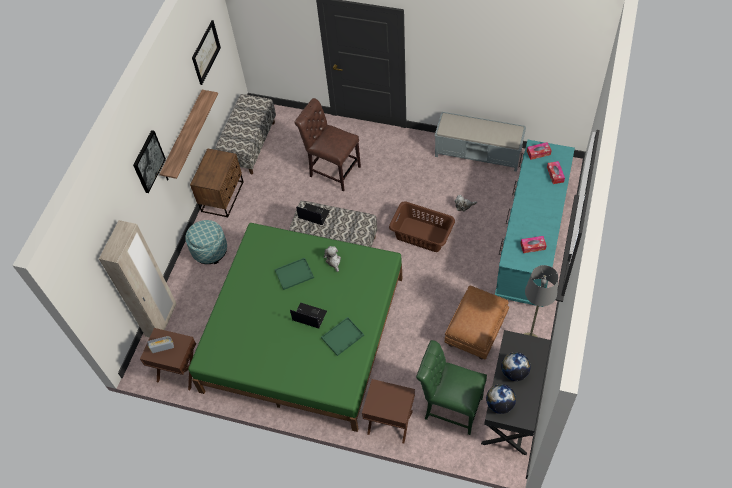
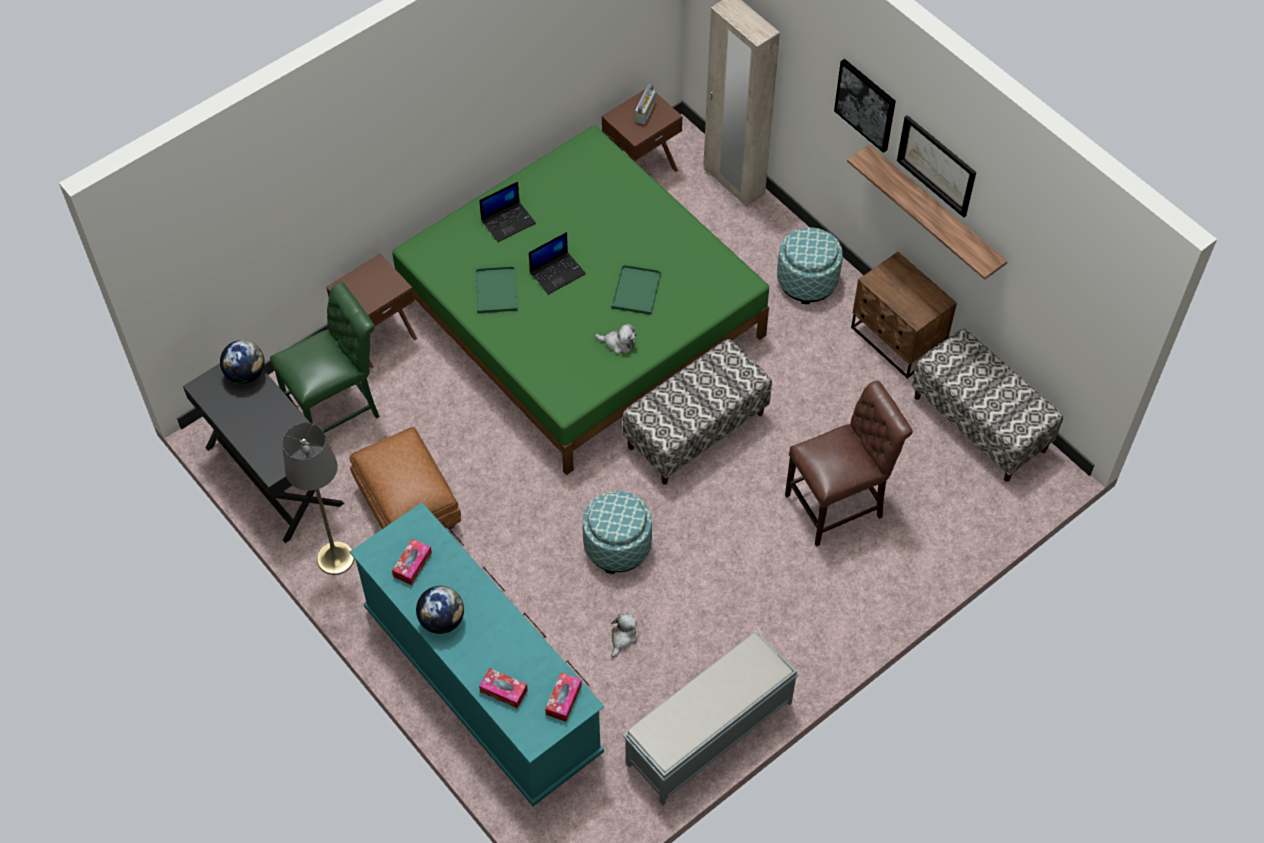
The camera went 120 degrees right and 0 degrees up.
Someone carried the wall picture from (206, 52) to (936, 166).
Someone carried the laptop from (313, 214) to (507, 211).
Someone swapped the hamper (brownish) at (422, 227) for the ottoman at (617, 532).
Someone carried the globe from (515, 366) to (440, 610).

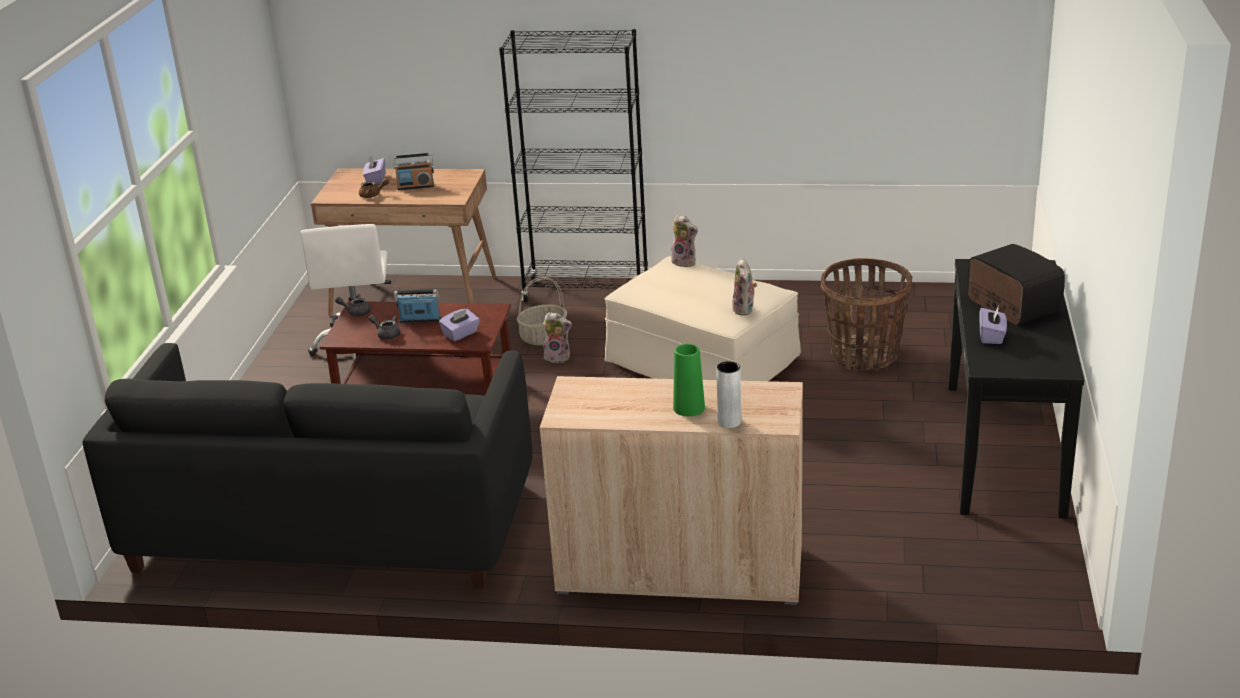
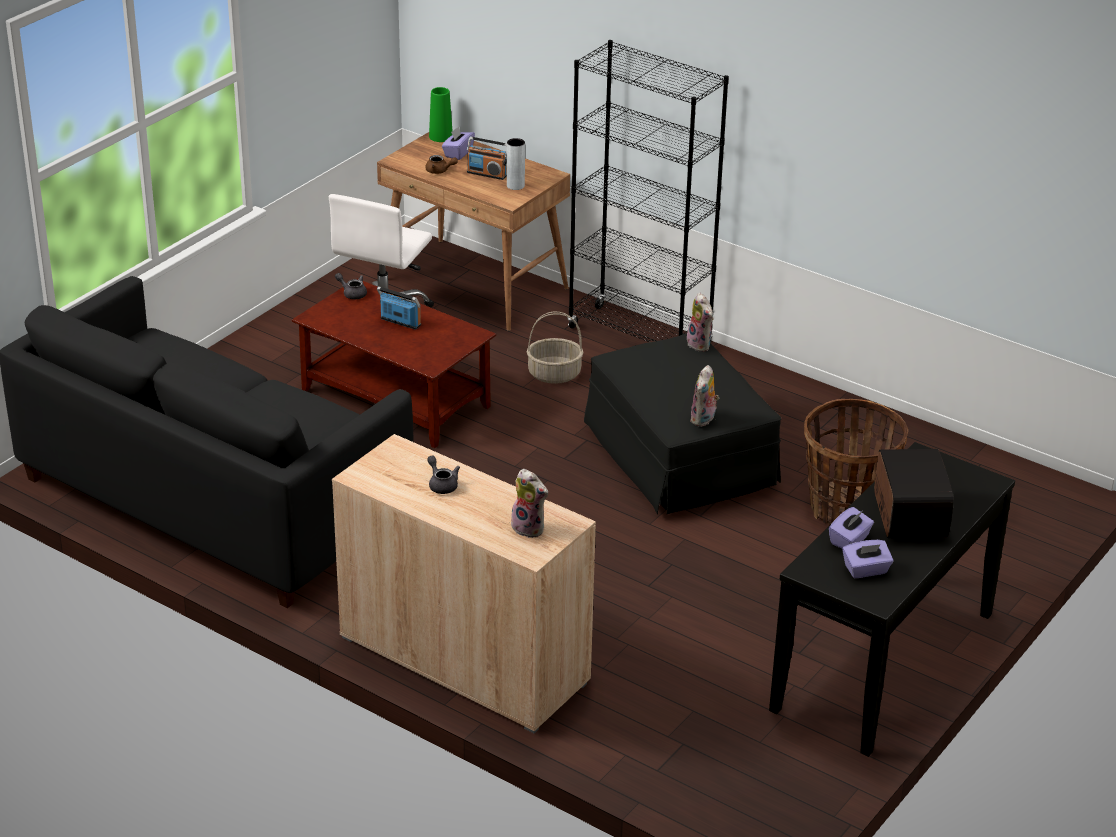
The camera went 25 degrees right and 5 degrees up.
Someone carried the pot for tea (grey) from (384, 327) to (443, 474).
Someone carried the tissue box (purplish) from (459, 325) to (867, 559).
Someone carried the soft toy from (557, 337) to (530, 503).
Someone repainted the ottoman (beige) at (703, 318), which became the ottoman (black) at (682, 424).
Someone carried the decorative vase (greenish) from (689, 380) to (441, 114).
Someone carried the decorative vase (grey) from (728, 394) to (516, 164).

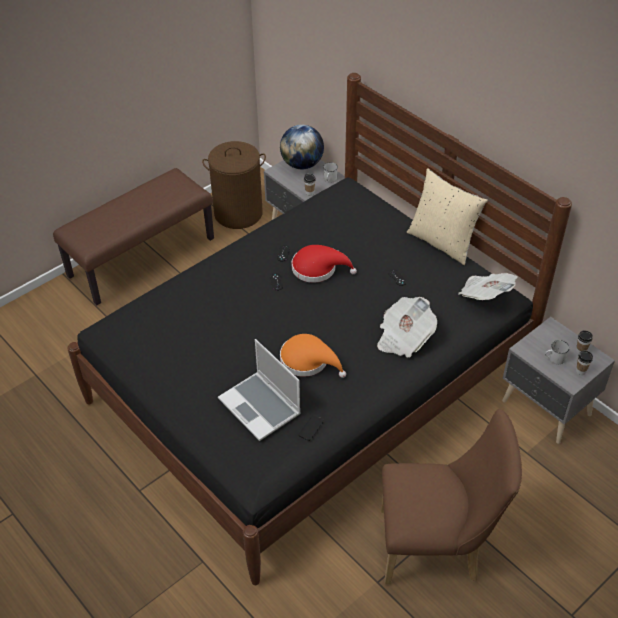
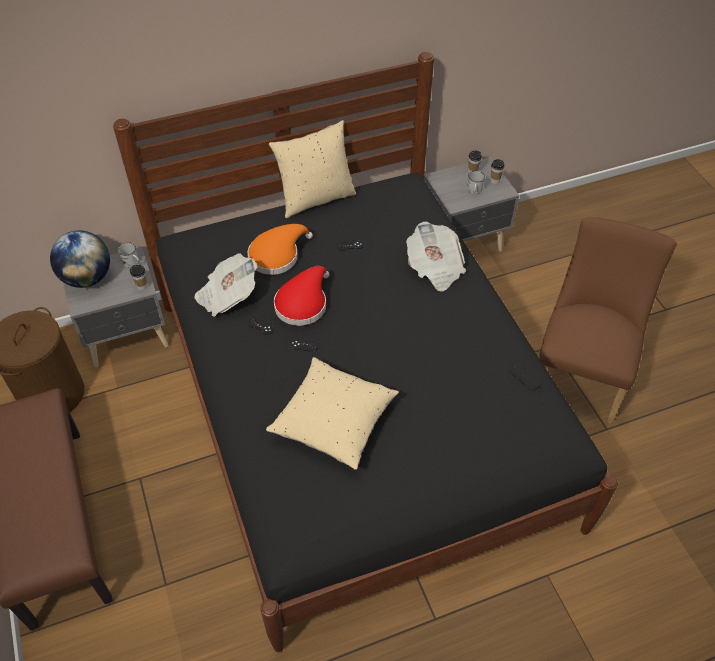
The camera went 70 degrees left and 5 degrees up.
Someone took away the laptop at (259, 390).
Someone carried the wearable hat (orangey) from (313, 356) to (280, 249).
Someone carried the daily paper from (488, 286) to (226, 285).
Someone put down the cushion (beige) at (332, 413).

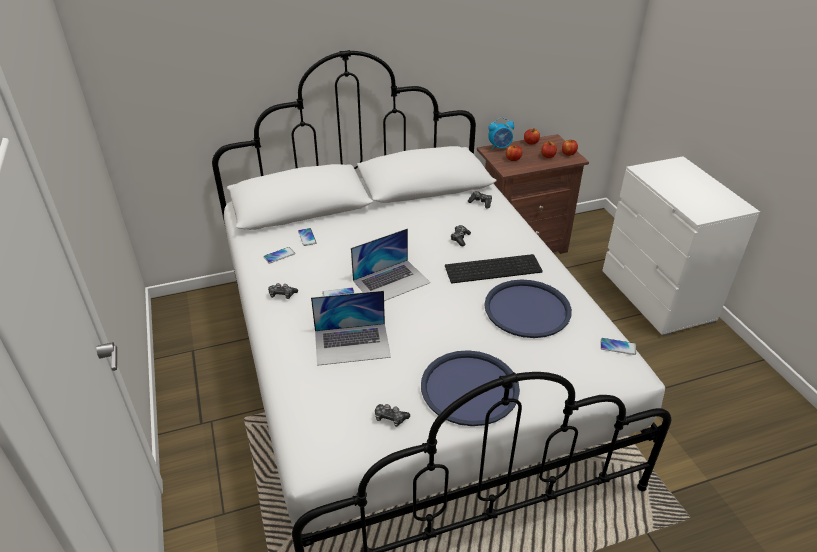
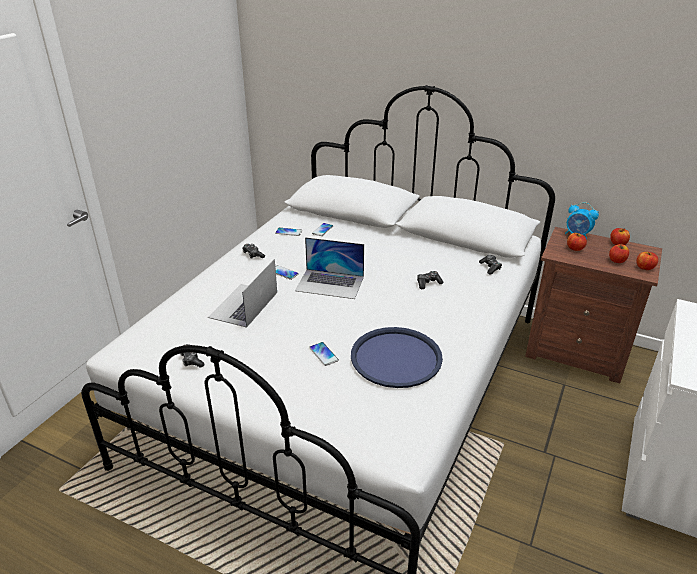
The camera went 45 degrees right and 5 degrees down.
Someone rotated the laptop at (351, 328) by 75 degrees clockwise.
Someone took away the tray (blue-coloured) at (470, 388).
Someone took away the keyboard at (494, 268).
Someone carried the telephone from (618, 346) to (324, 354).

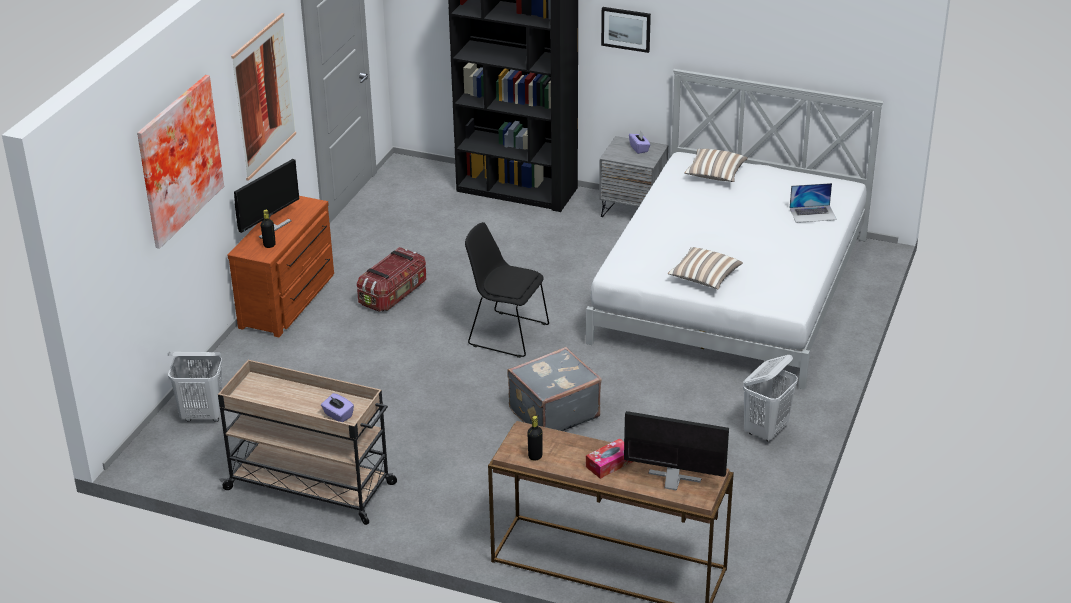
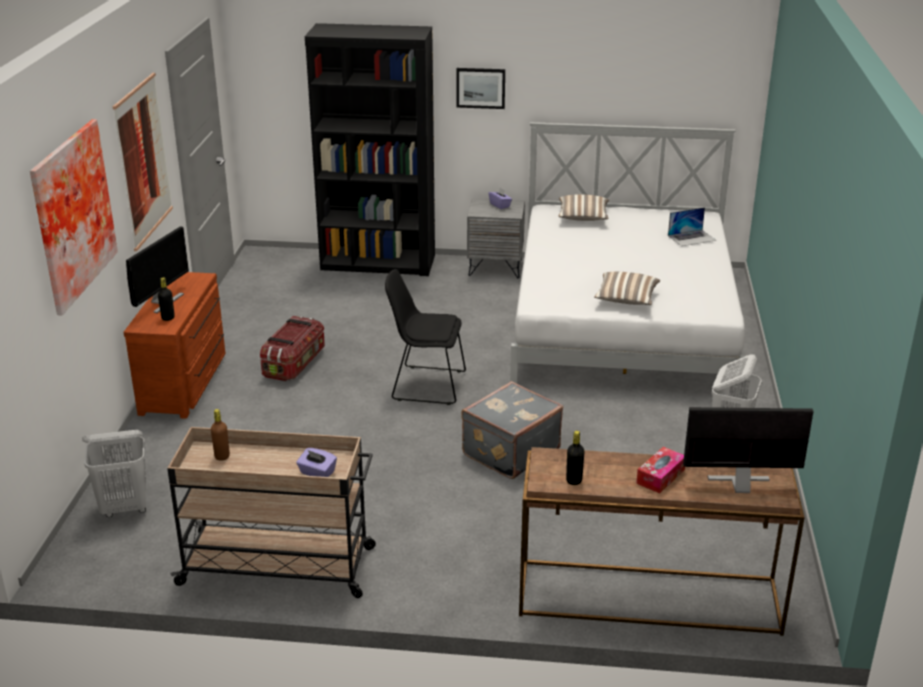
The camera went 15 degrees left and 5 degrees down.
Someone put down the drink bottle (brownish) at (220, 435).

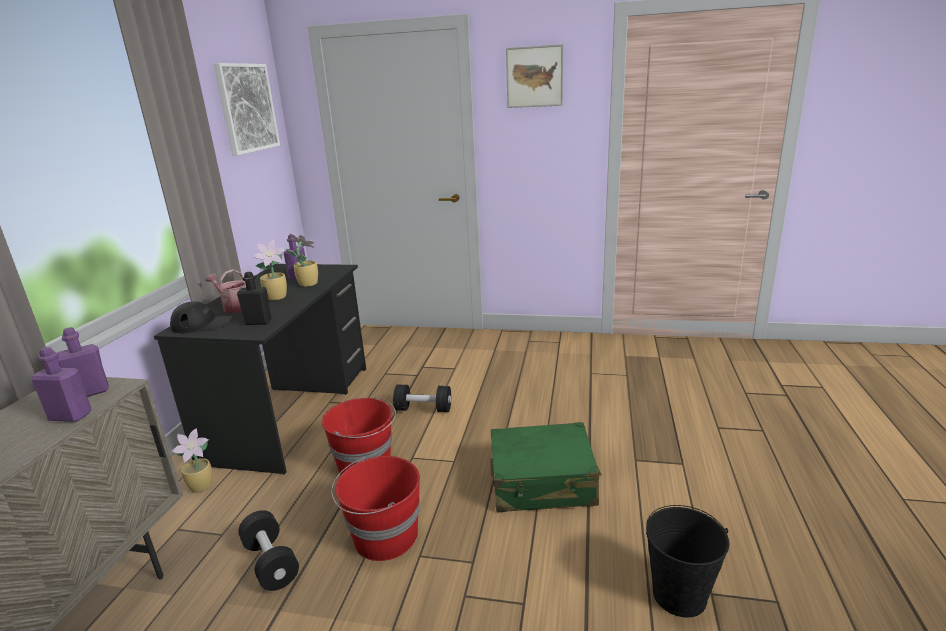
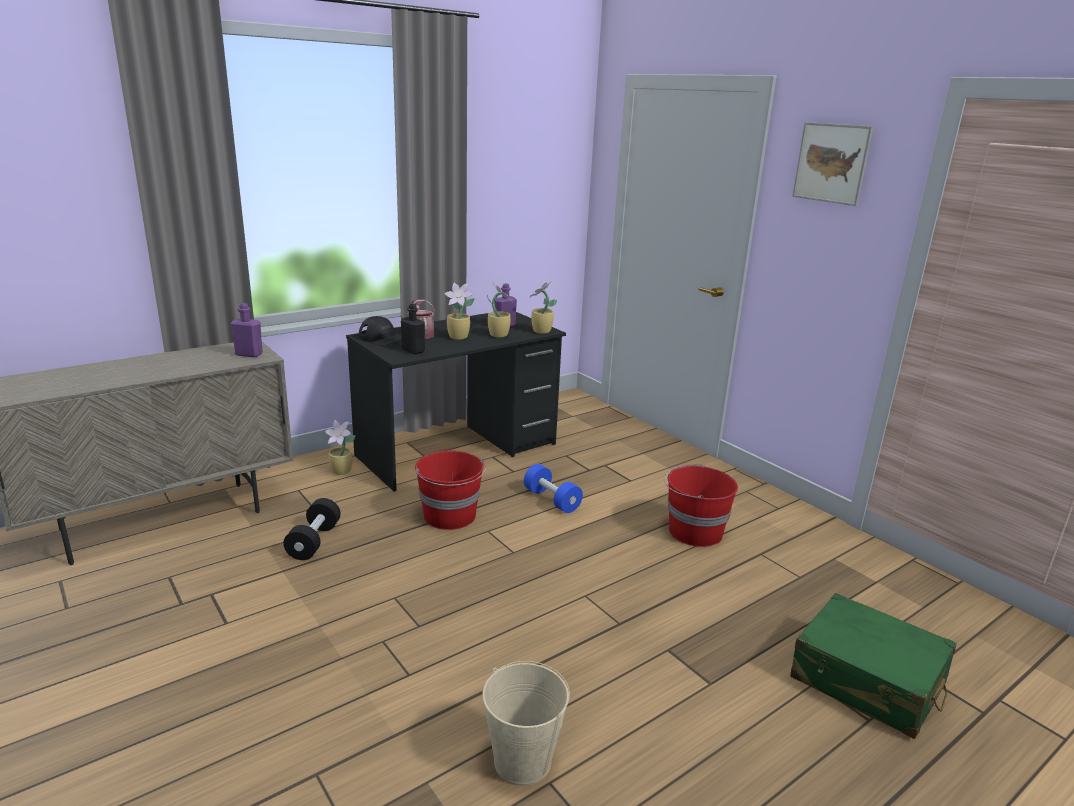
The camera went 40 degrees right and 0 degrees up.
Someone took away the drink bottle (purplish) at (61, 384).
Someone took away the wall picture at (246, 109).
Someone carried the pail (red) from (375, 508) to (701, 505).
Someone repainted the dumbbell (black) at (422, 398), which became the dumbbell (blue-coloured) at (553, 488).
Someone carried the travel case (greenish) from (546, 467) to (873, 666).
Someone repainted the pail (black) at (687, 561), which became the pail (beige) at (526, 723).
Someone put down the potted plant at (543, 306).

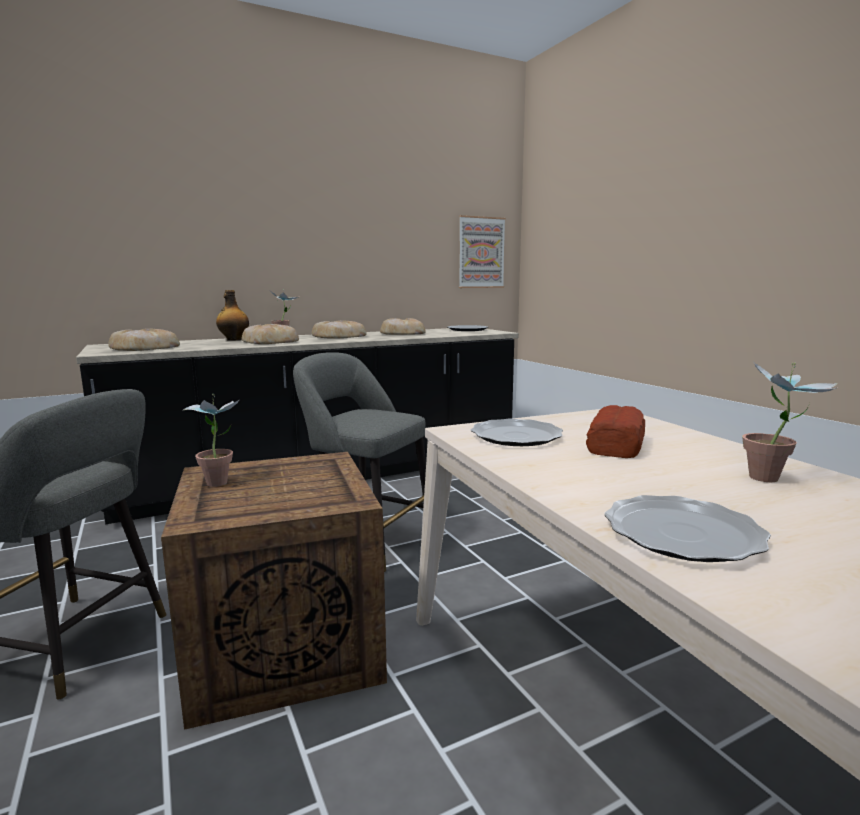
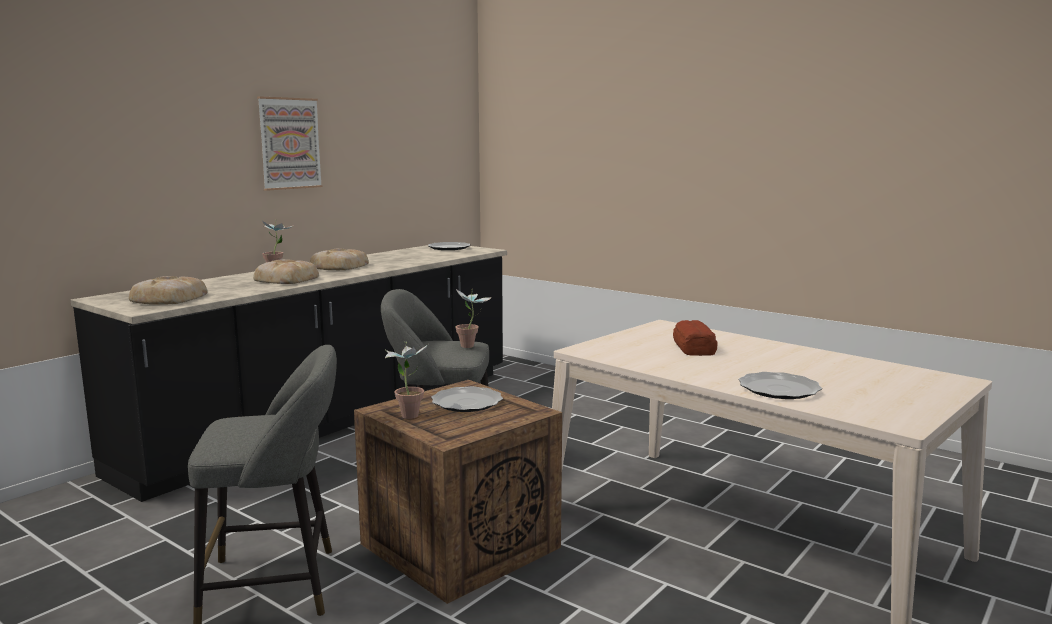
The camera went 25 degrees left and 0 degrees up.
Someone took away the drink bottle at (232, 315).
Someone took away the baked bread at (403, 326).
Someone carried the wall picture from (482, 251) to (290, 143).
Someone carried the flat dish from (517, 432) to (467, 399).
Someone carried the potted plant from (790, 421) to (473, 318).

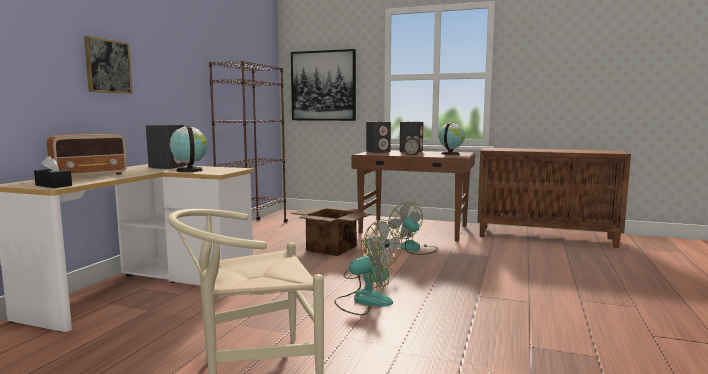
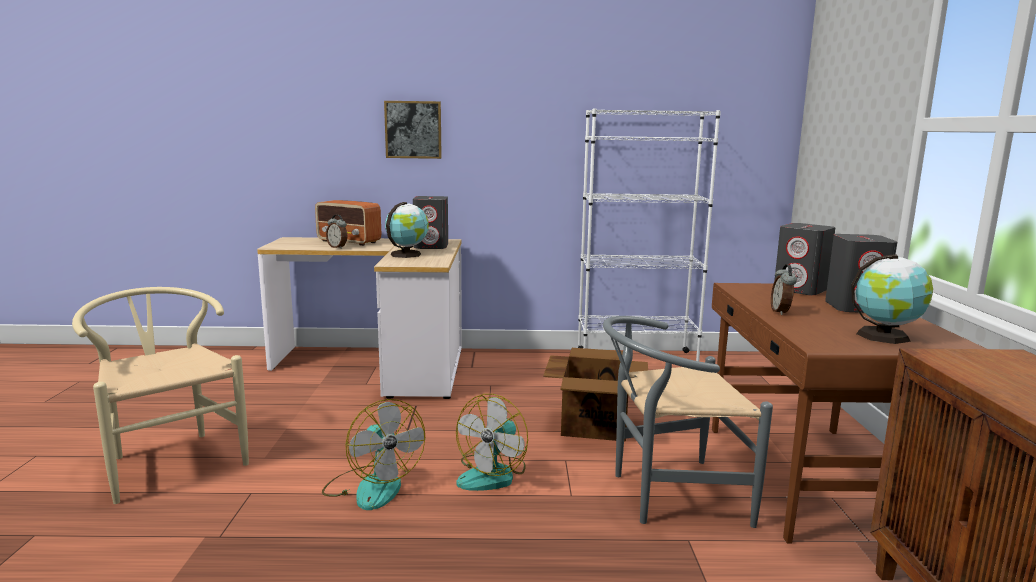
The camera went 70 degrees right and 5 degrees up.
Someone took away the tissue box (black) at (53, 172).
Someone repainted the shelving unit (brownish) at (248, 141), which became the shelving unit (whitish) at (649, 234).
Someone took away the wall picture at (323, 85).
Someone swapped the cooling fan at (413, 228) for the upright chair (grey) at (688, 422).
Someone put down the alarm clock at (337, 231).

